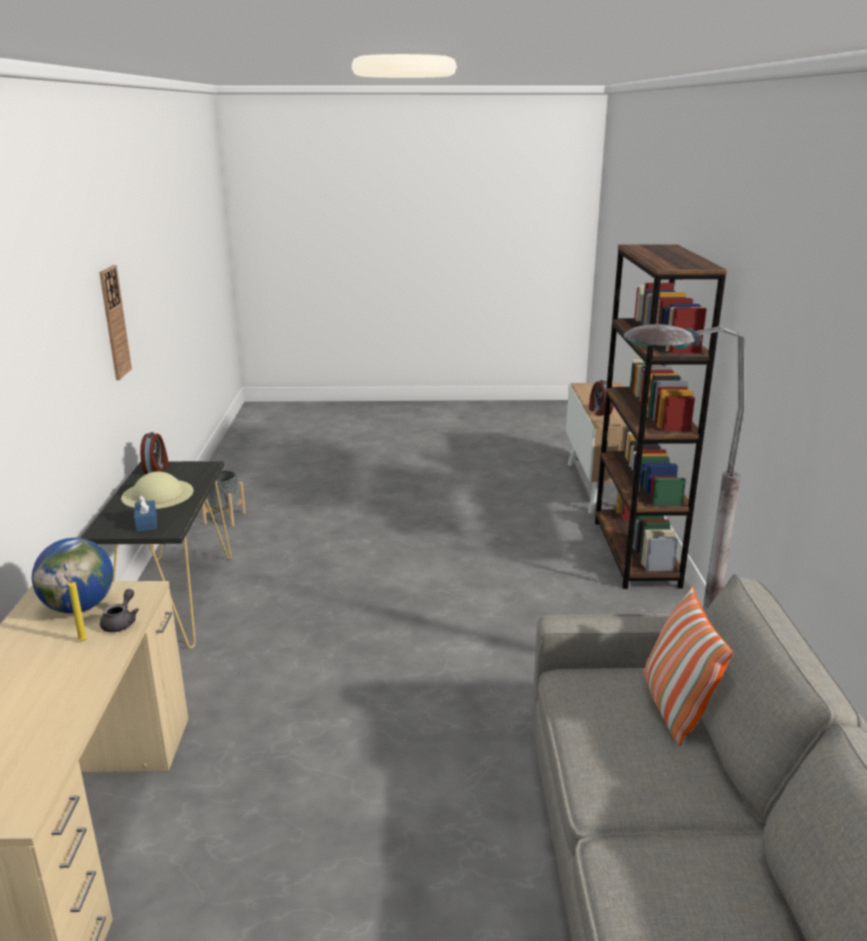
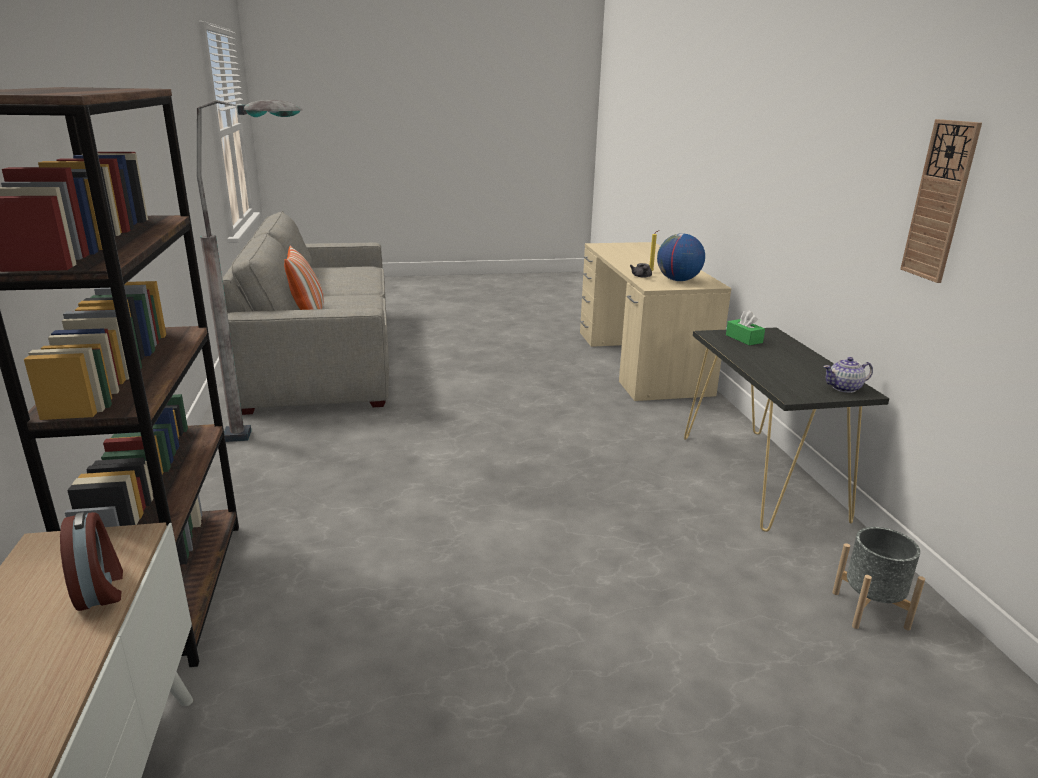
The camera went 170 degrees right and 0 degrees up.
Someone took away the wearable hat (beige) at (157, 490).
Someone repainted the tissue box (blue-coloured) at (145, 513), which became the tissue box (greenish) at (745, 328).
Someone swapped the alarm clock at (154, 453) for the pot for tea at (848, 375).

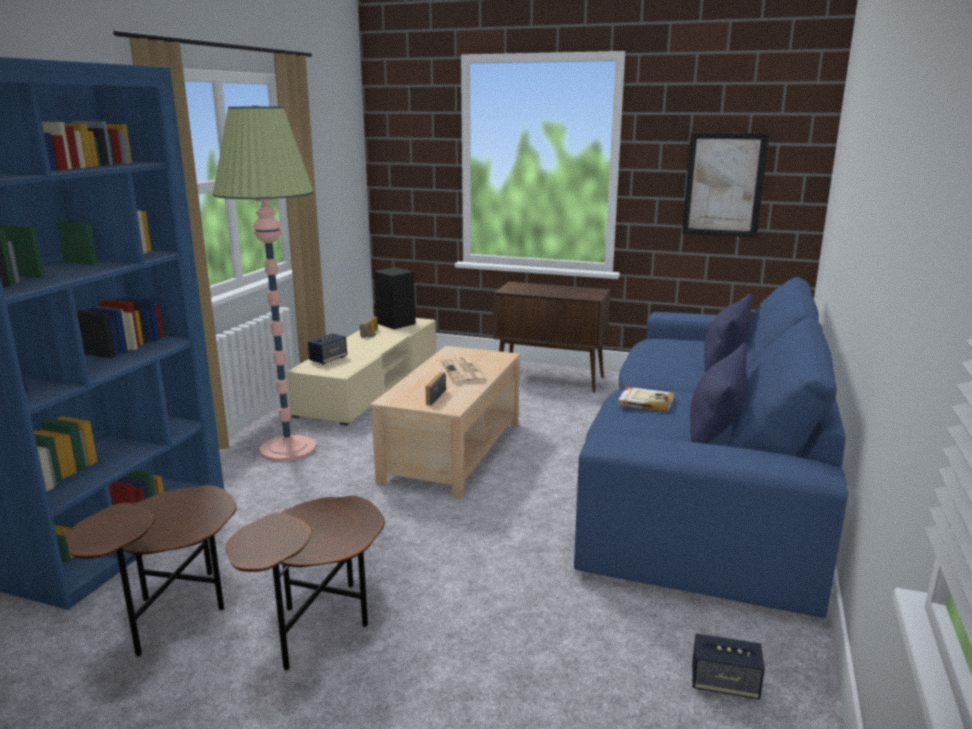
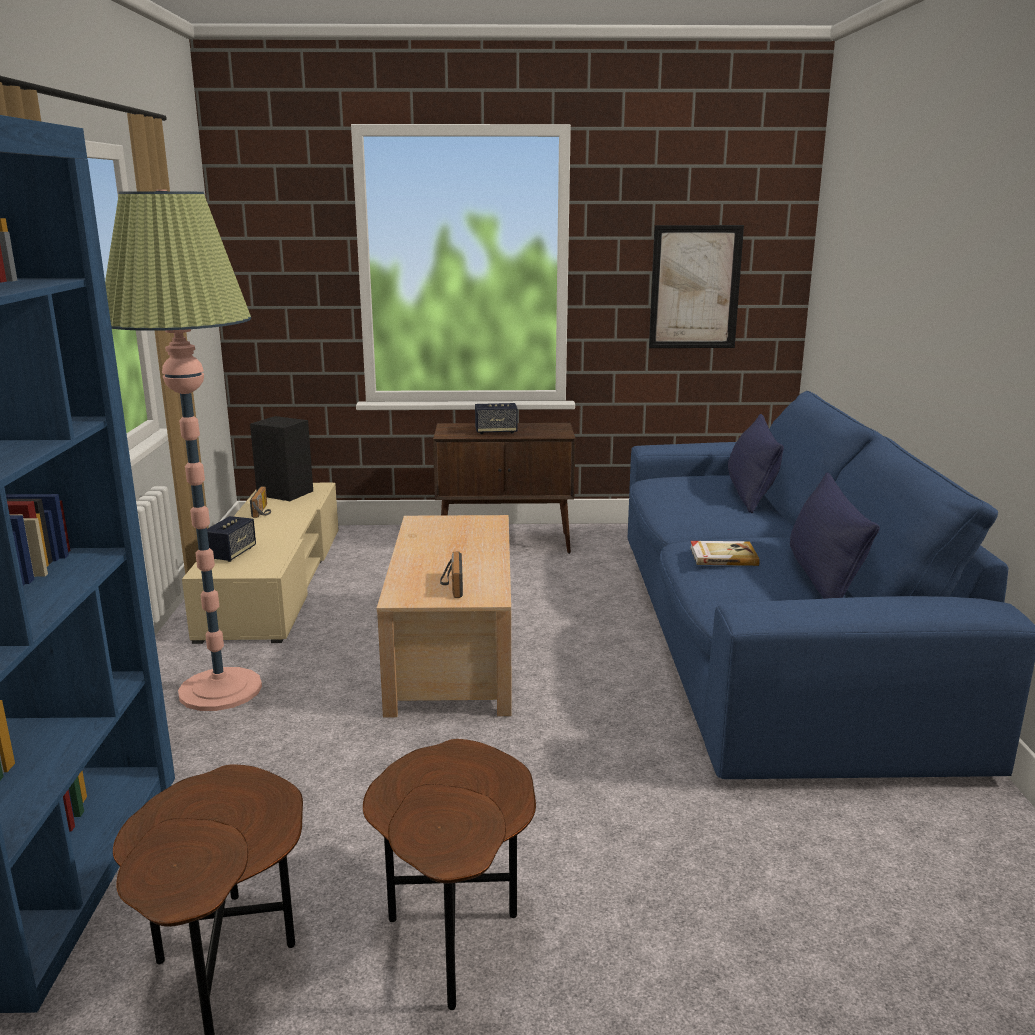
The camera went 20 degrees left and 0 degrees up.
Someone took away the daily paper at (464, 370).
Someone carried the loudspeaker from (728, 666) to (496, 418).

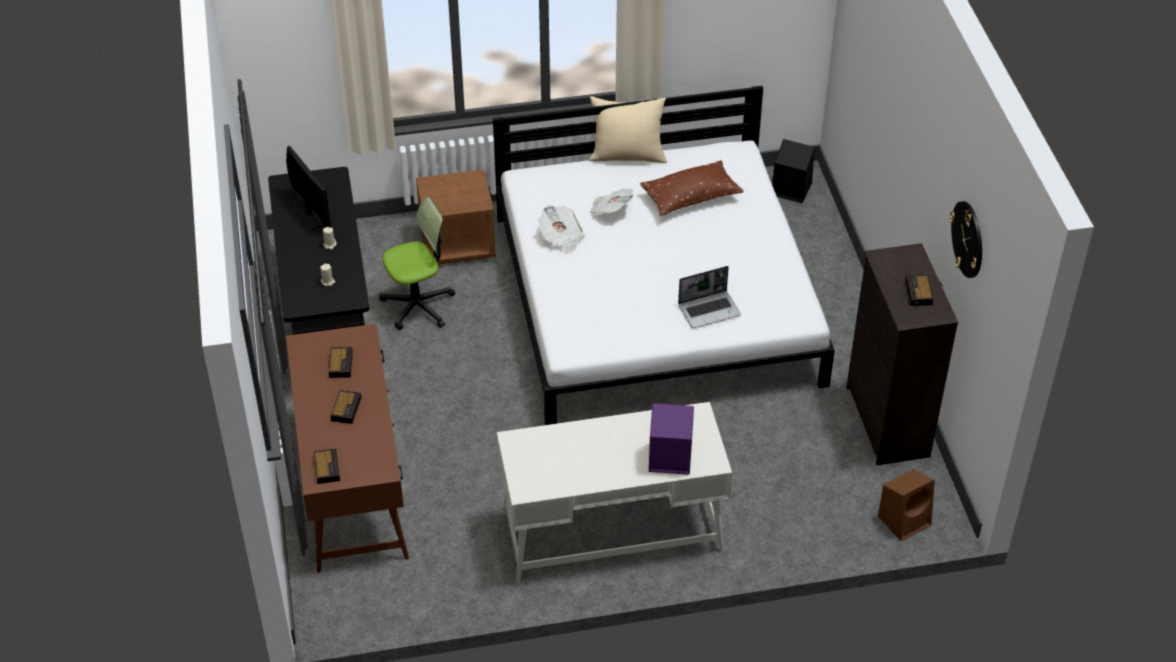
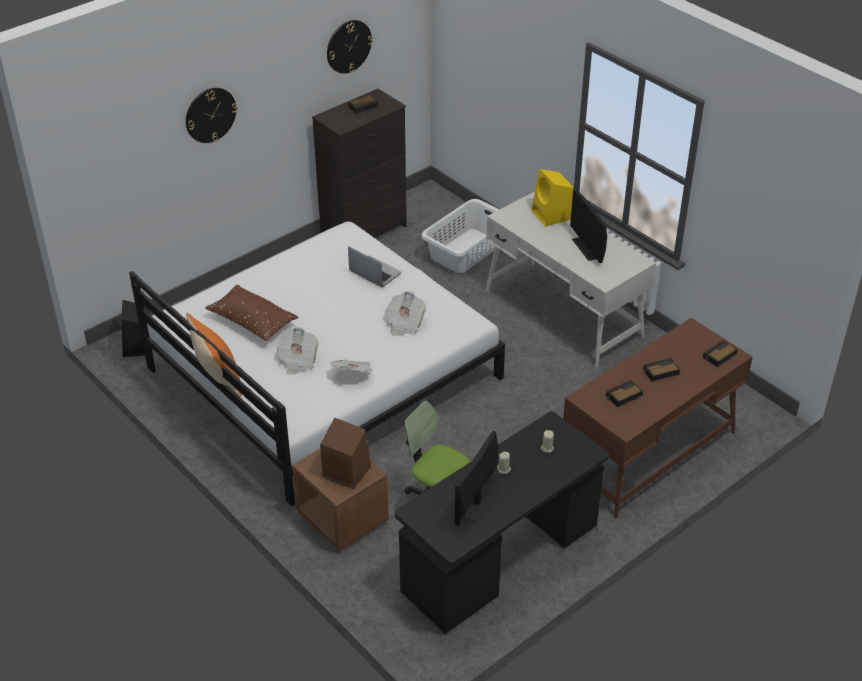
The camera went 120 degrees left and 5 degrees down.
Someone repainted the cushion (beige) at (628, 129), which became the cushion (orangey) at (214, 355).
Someone repainted the loudspeaker (purplish) at (671, 439), which became the loudspeaker (yellow) at (552, 198).
Someone carried the loudspeaker (brownish) from (906, 505) to (345, 453).
Someone put up the wall clock at (211, 115).
Someone put down the daily paper at (406, 313).
Someone put down the hamper (whitish) at (460, 236).
Someone put down the computer display at (588, 225).

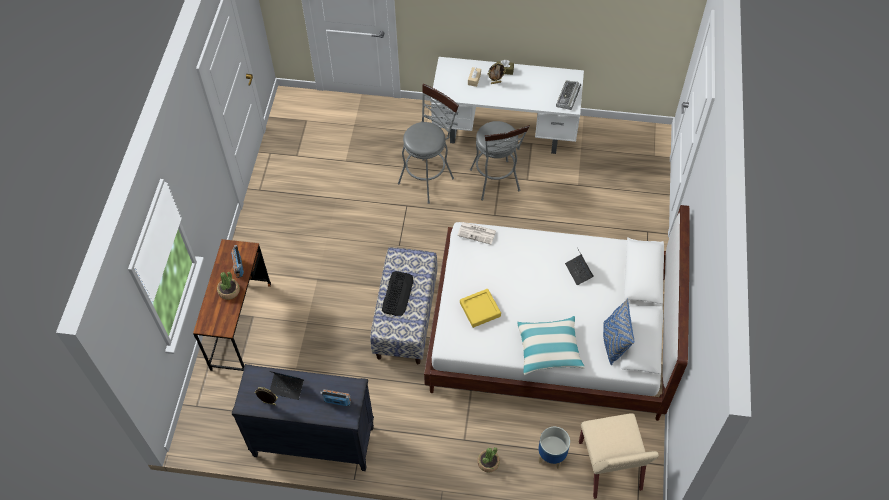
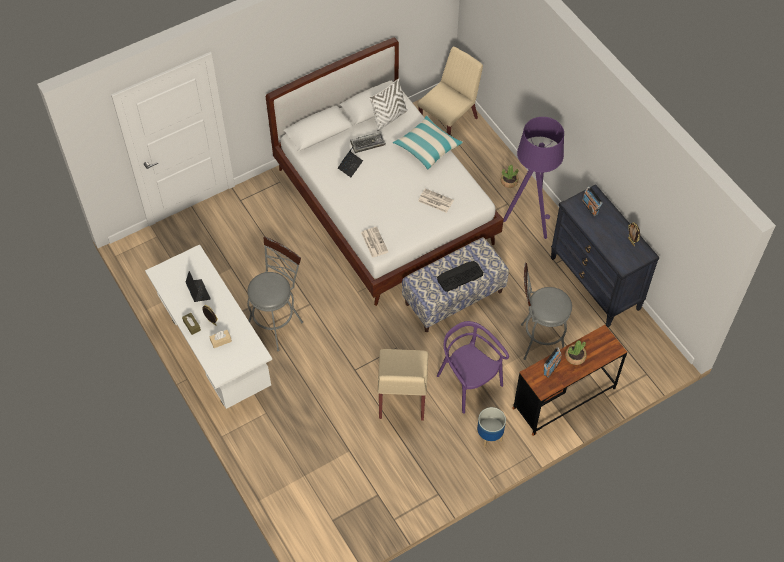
The camera went 130 degrees left and 0 degrees up.
Someone carried the laptop from (287, 385) to (198, 286).
Someone carried the stool (grey) from (428, 143) to (546, 311).
Someone swapped the tray (yellow) at (480, 308) for the daily paper at (436, 200).
Someone carried the plant pot from (554, 448) to (491, 427).
Someone carried the keyboard from (568, 95) to (368, 142).
Someone repainted the cushion (blue-coloured) at (618, 332), which became the cushion (whitish) at (388, 104).
Someone put down the upright chair (beige) at (403, 385).
Someone put down the upright chair (purplish) at (473, 367).
Someone put down the floor lamp (purplish) at (533, 178).

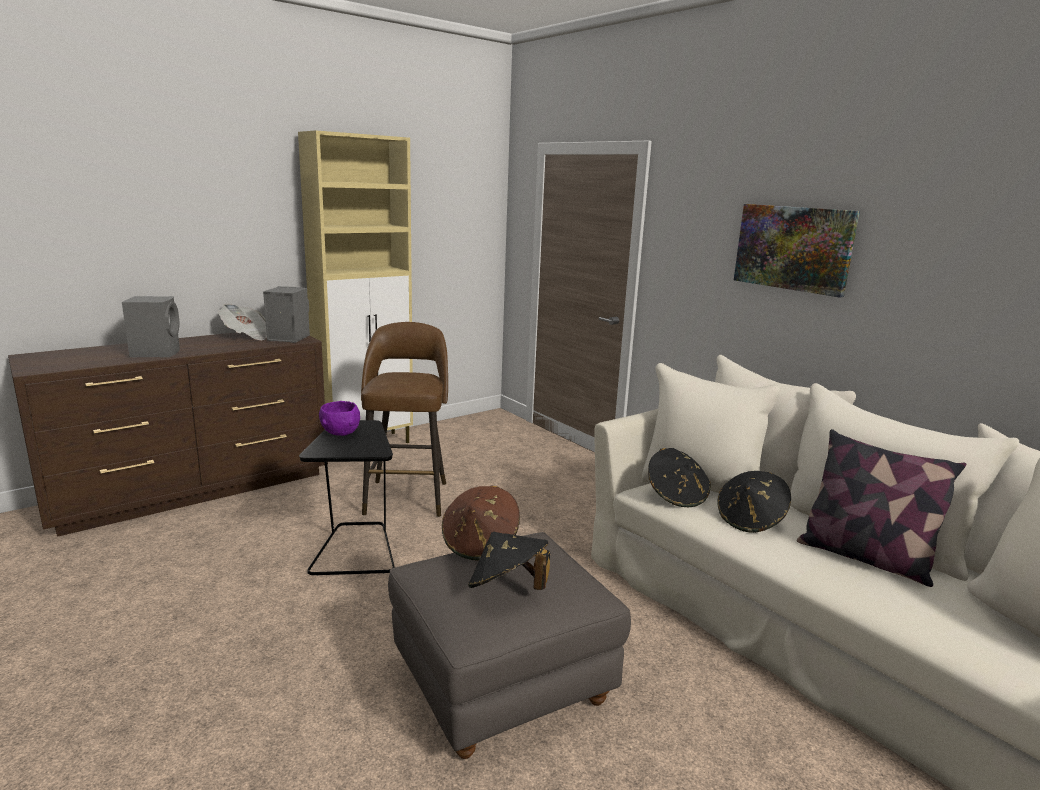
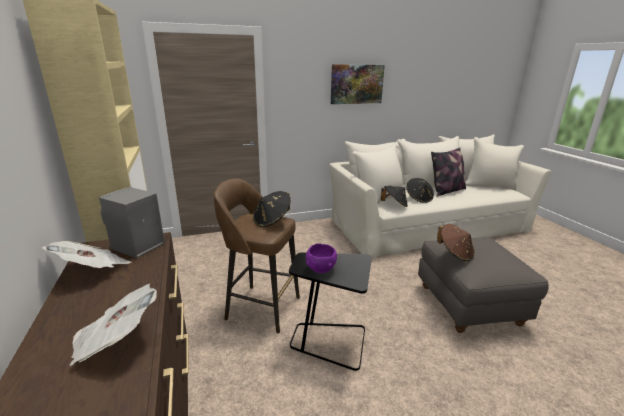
The camera went 70 degrees left and 5 degrees up.
Someone swapped the loudspeaker (grey) at (151, 327) for the daily paper at (113, 325).
Someone carried the wearable hat (black) from (509, 561) to (272, 209).

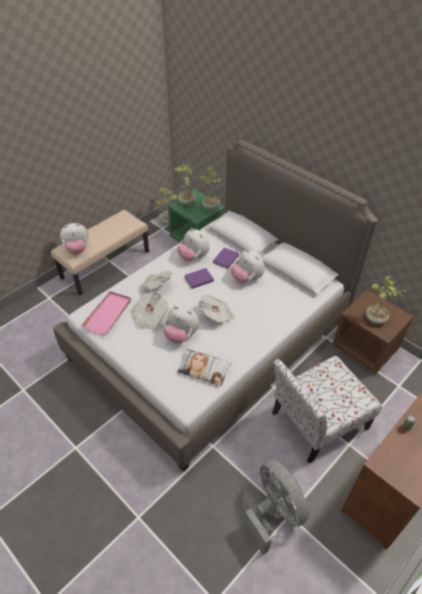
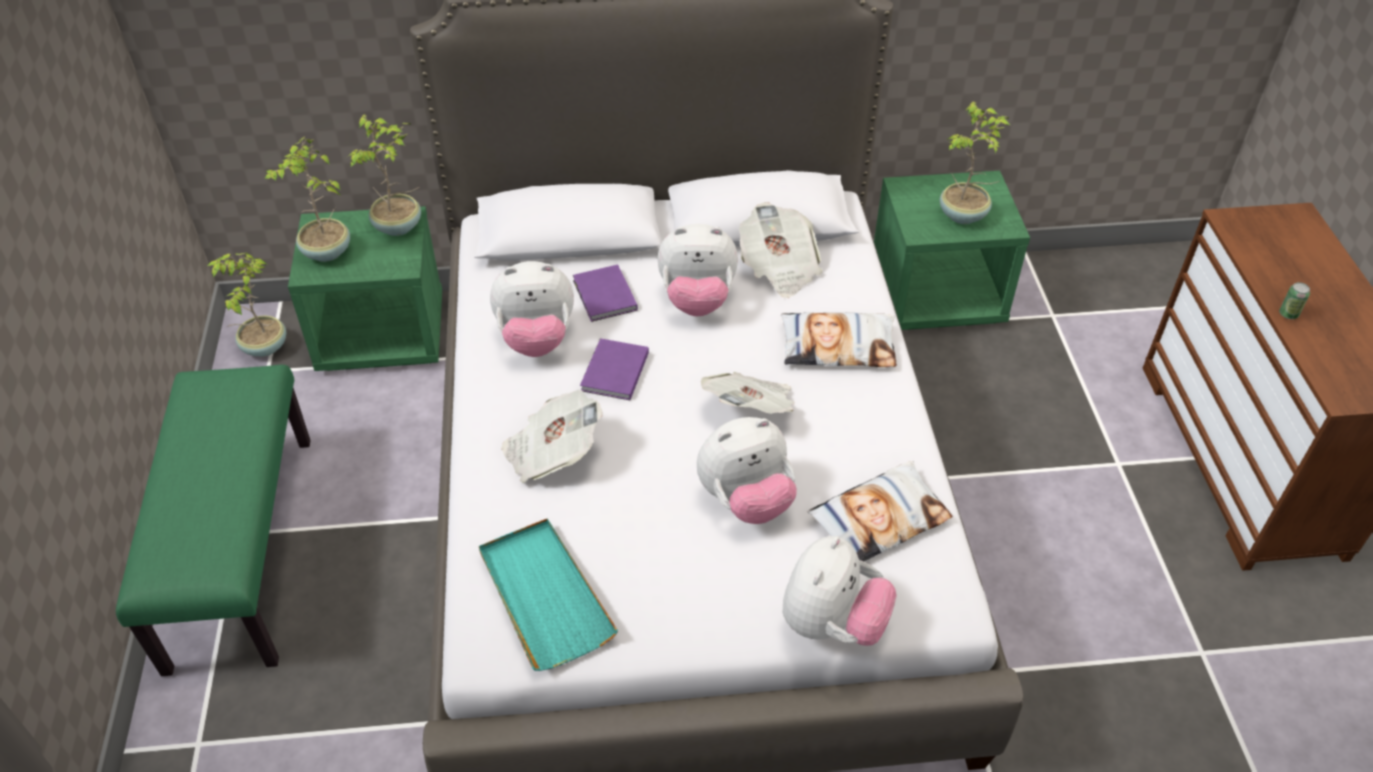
The camera went 50 degrees left and 0 degrees up.
Someone repainted the bench (beige) at (100, 252), which became the bench (greenish) at (213, 520).
Someone carried the soft toy from (74, 238) to (840, 591).
Someone repainted the tray (pink) at (106, 313), which became the tray (turquoise-coloured) at (548, 595).
Someone carried the daily paper from (151, 310) to (780, 250).
Someone took away the cooling fan (grey) at (276, 507).
Someone took away the upright chair at (327, 409).
Someone repainted the bedside table (brownish) at (373, 331), which became the bedside table (greenish) at (952, 250).
Someone put down the cushion at (839, 339).

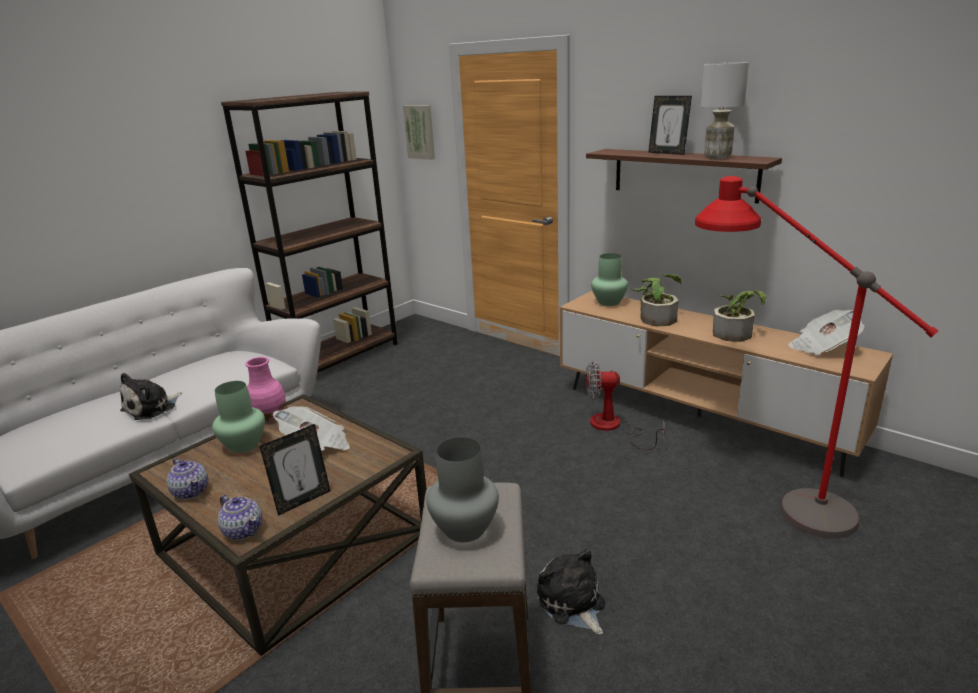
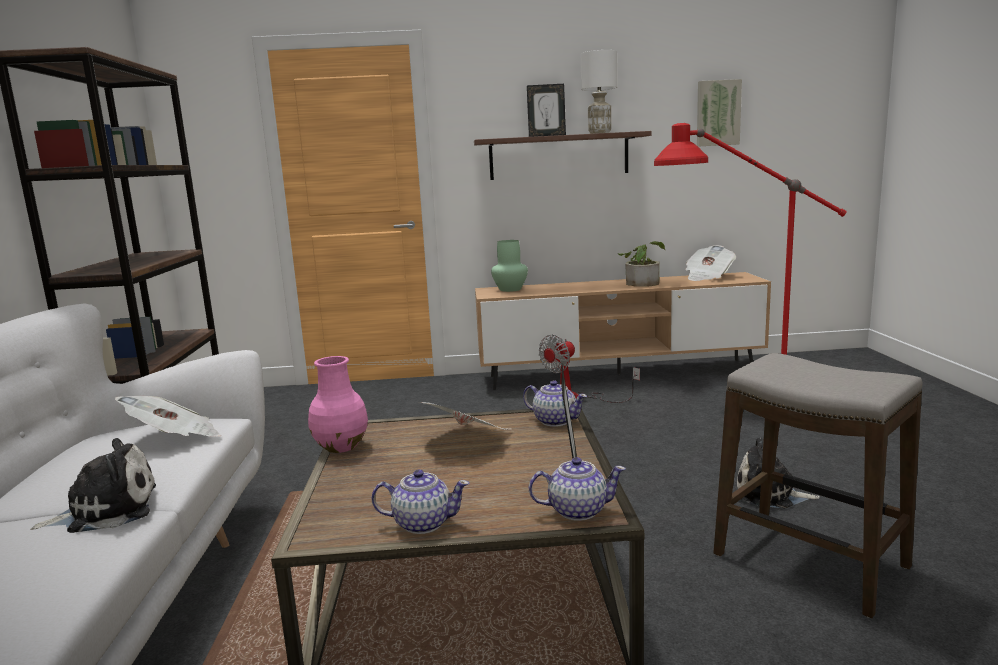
The camera went 45 degrees left and 10 degrees down.
Someone rotated the soft toy at (151, 396) by 105 degrees counterclockwise.
Someone took away the decorative vase (greenish) at (238, 417).
Someone carried the wall picture from (419, 132) to (719, 113).
Someone took away the decorative vase (grey) at (462, 489).
Someone took away the potted plant at (657, 300).
Someone put down the daily paper at (168, 416).
Someone put down the pot for tea at (555, 403).

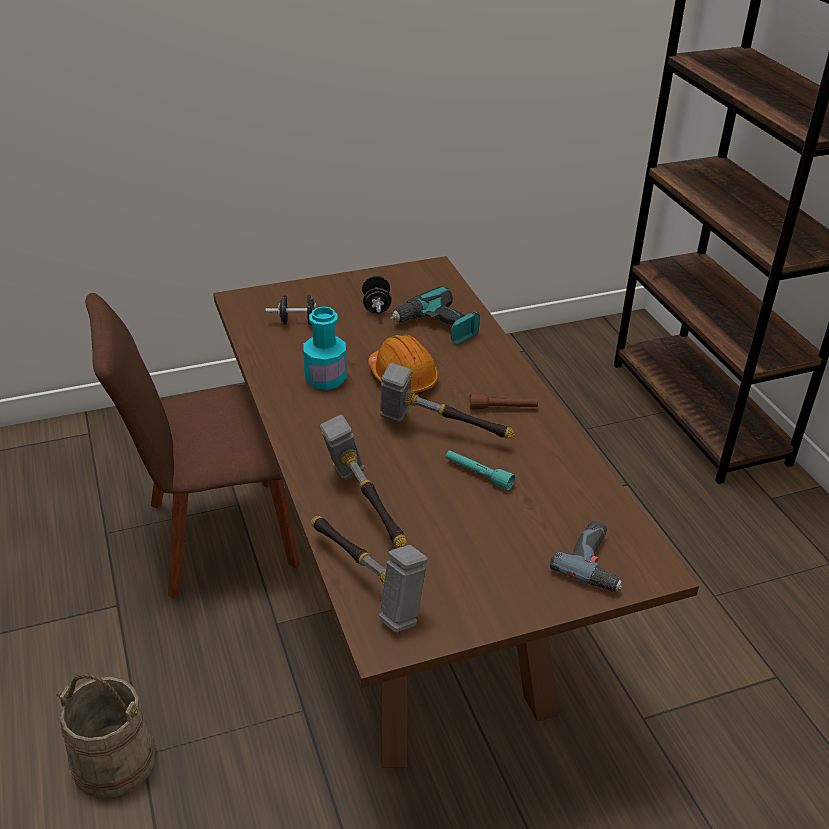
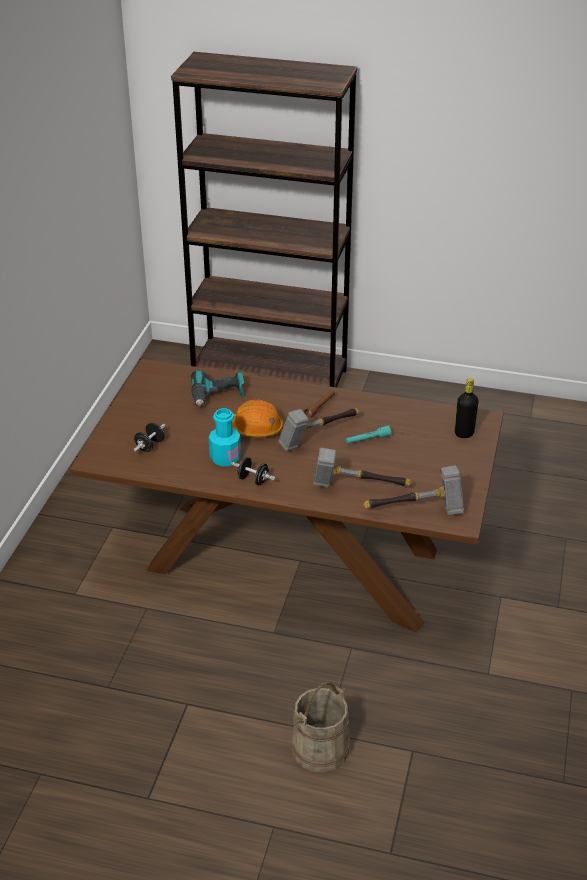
The camera went 55 degrees left and 0 degrees up.
Someone took away the upright chair (brownish) at (192, 446).
Someone carried the dumbbell (black) from (377, 294) to (253, 471).
Someone swapped the drill at (586, 556) for the drink bottle (black) at (467, 408).

